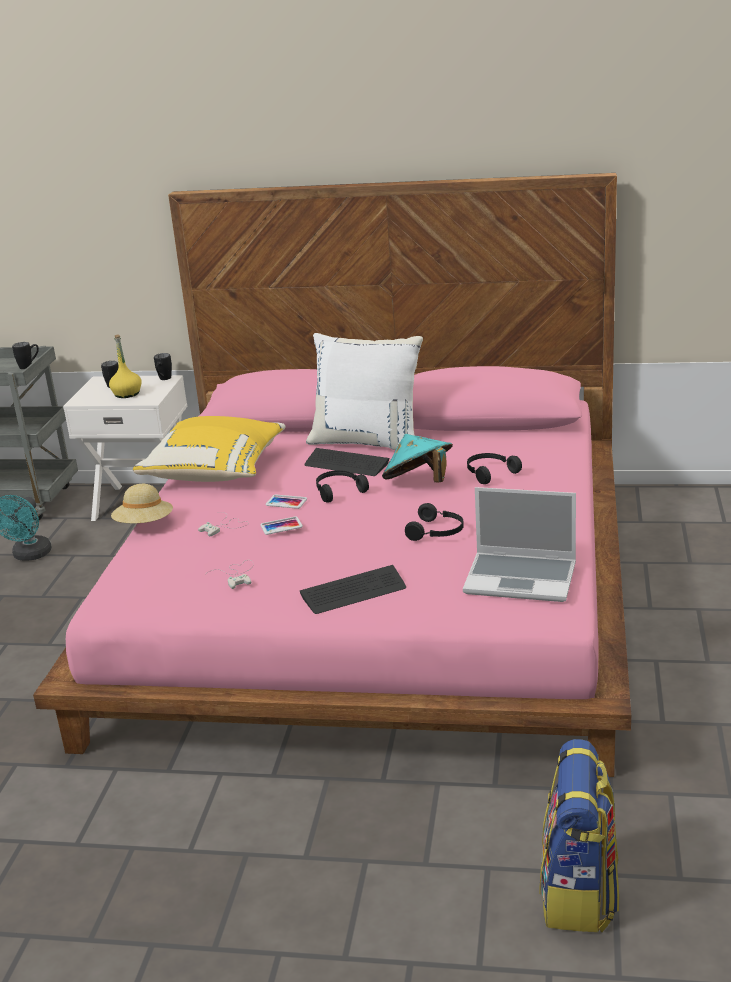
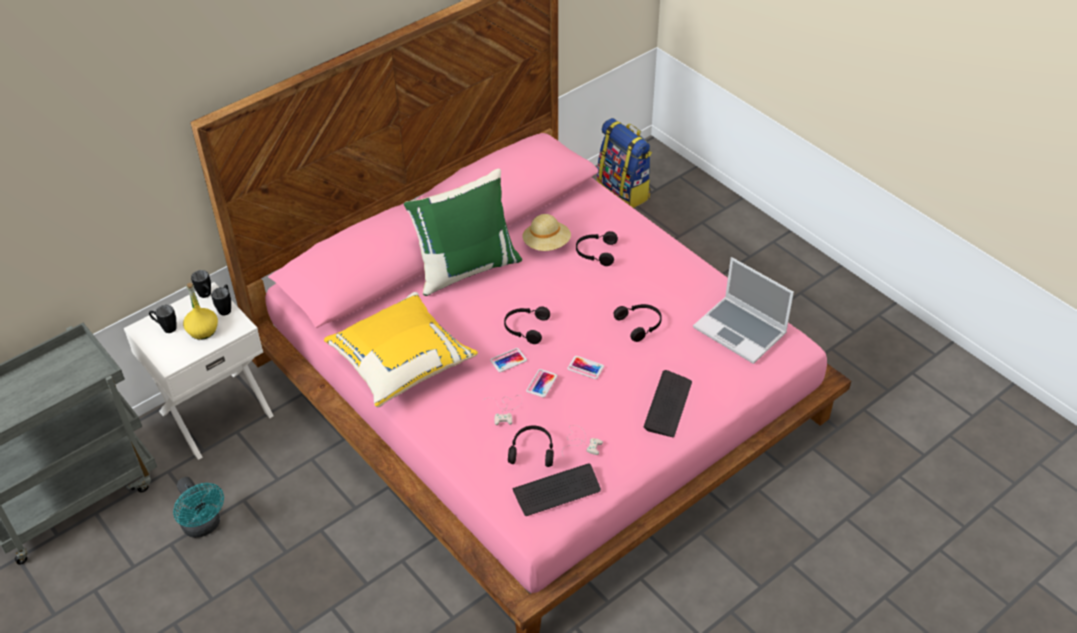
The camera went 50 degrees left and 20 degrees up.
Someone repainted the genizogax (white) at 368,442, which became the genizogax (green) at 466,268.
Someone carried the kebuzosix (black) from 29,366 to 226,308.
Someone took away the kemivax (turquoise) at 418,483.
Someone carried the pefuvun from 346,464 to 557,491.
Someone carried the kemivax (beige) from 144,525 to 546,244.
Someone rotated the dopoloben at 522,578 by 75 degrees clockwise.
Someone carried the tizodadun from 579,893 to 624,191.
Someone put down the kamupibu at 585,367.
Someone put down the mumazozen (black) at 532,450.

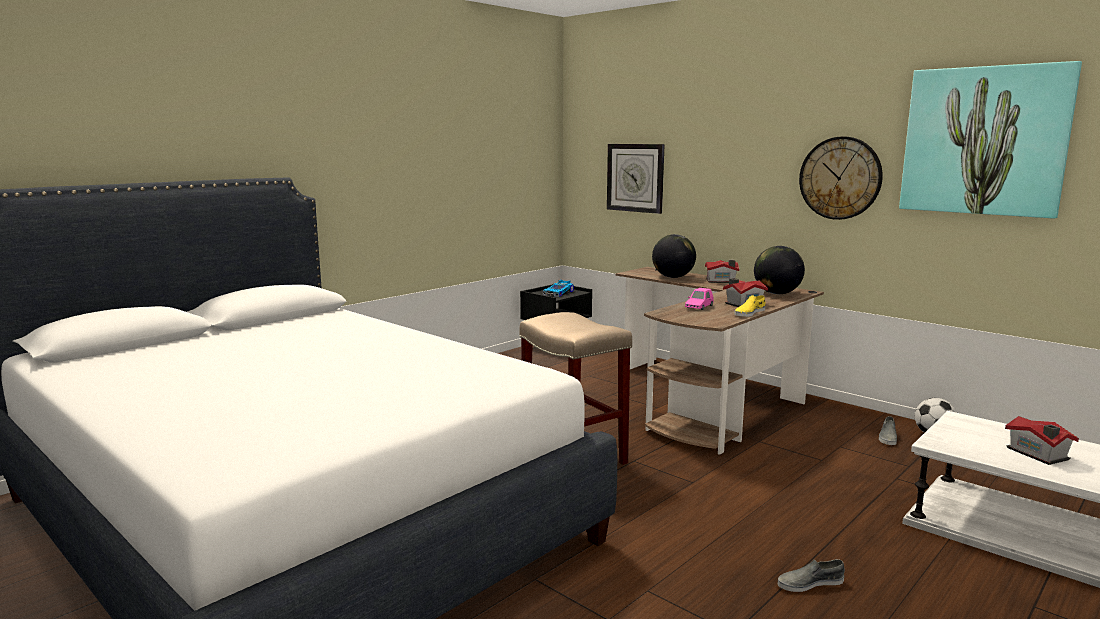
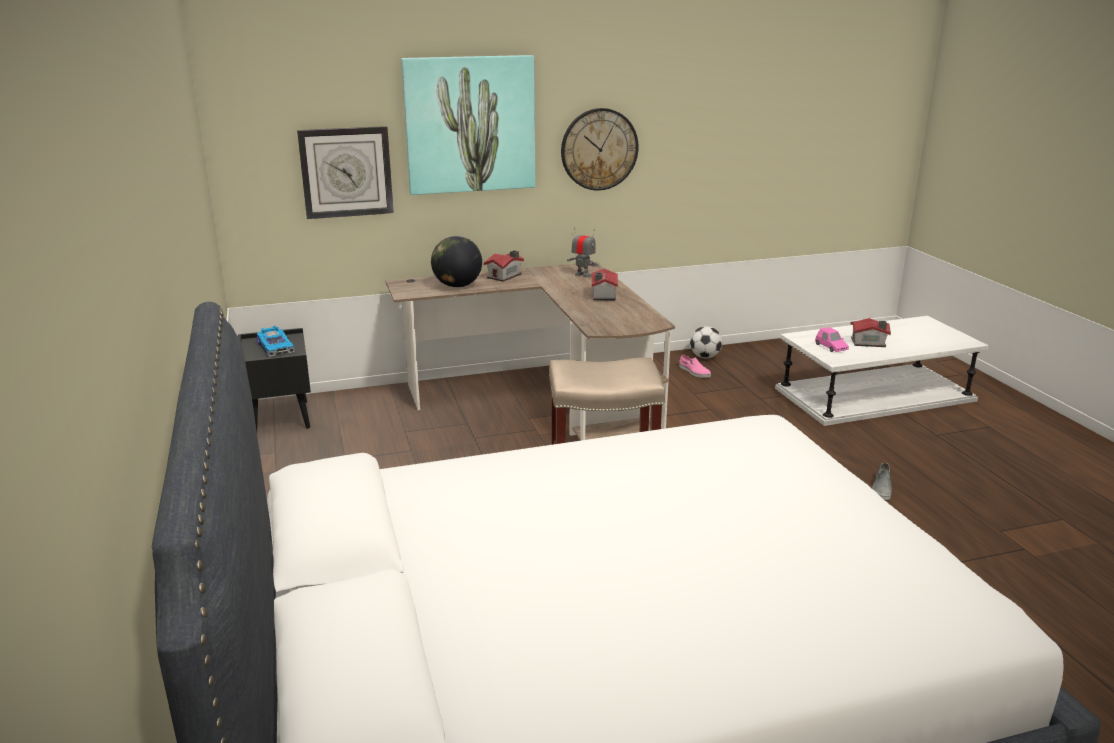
The camera went 60 degrees left and 10 degrees up.
Someone carried the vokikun from 984,141 to 470,124.
Someone swapped the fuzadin at 777,293 for the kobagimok at 583,275.
Someone carried the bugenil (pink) from 699,307 to 831,347.
Someone took away the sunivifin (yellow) at 749,313.
Someone repainted the sunivifin (grey) at 887,437, which became the sunivifin (pink) at 694,372.

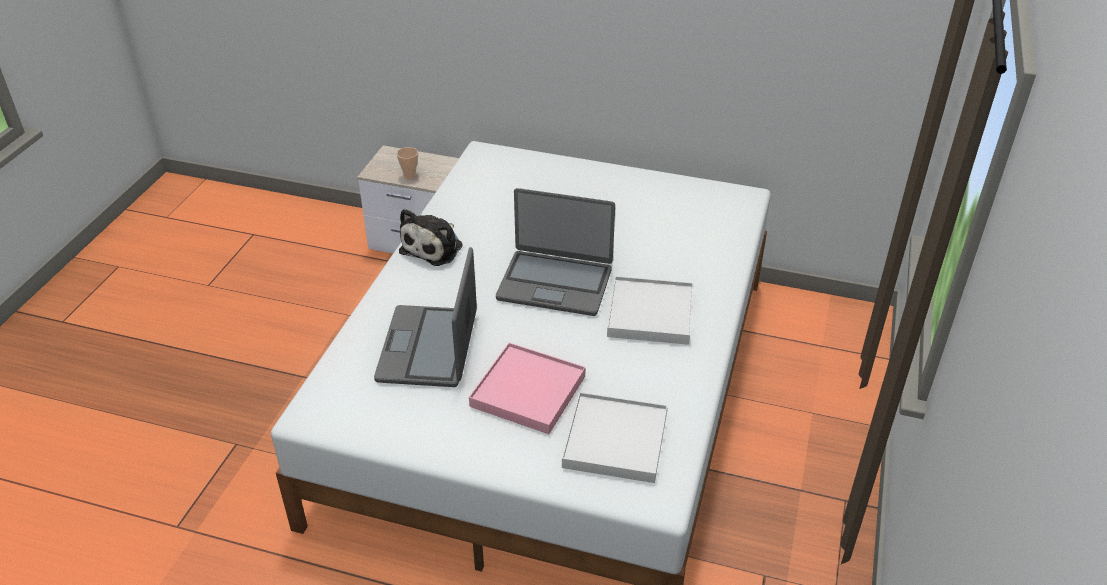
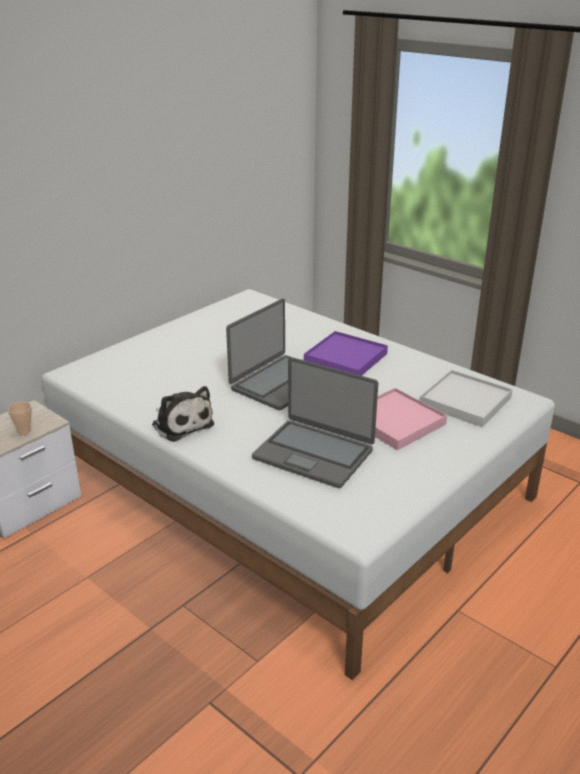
The camera went 65 degrees left and 10 degrees down.
Someone repainted the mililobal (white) at 650,314, which became the mililobal (purple) at 345,358.

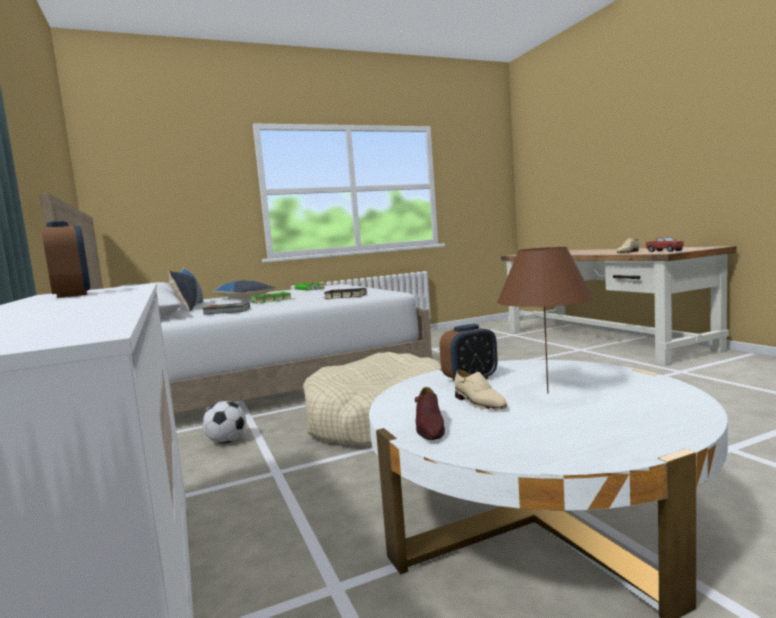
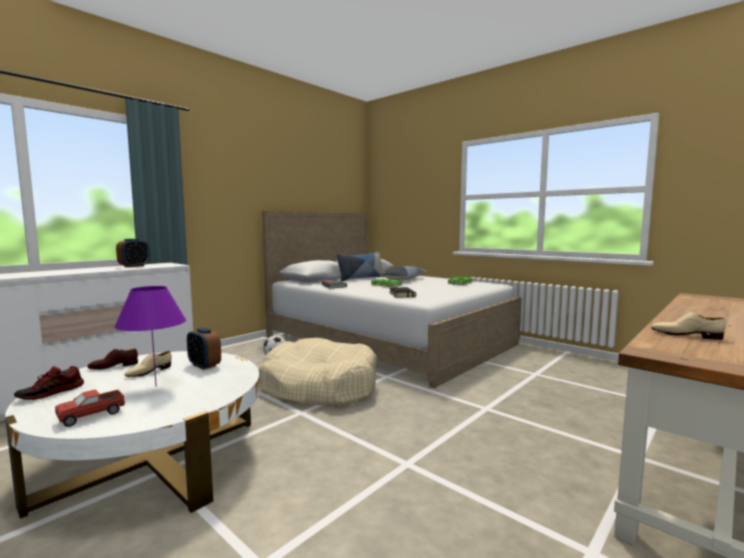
The camera went 65 degrees right and 0 degrees up.
Someone carried the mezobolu from 664,251 to 92,416.
Someone repainted the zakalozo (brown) at 548,393, which became the zakalozo (purple) at 156,386.
Someone put down the sunivifin at 51,393.

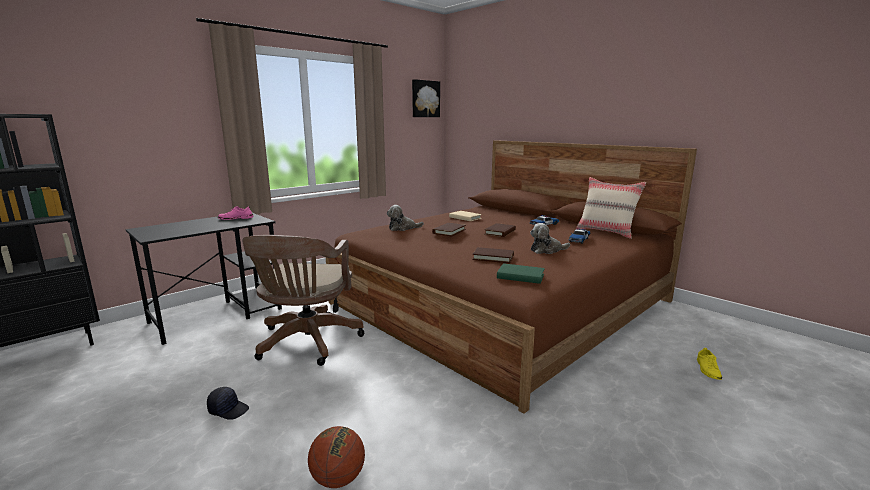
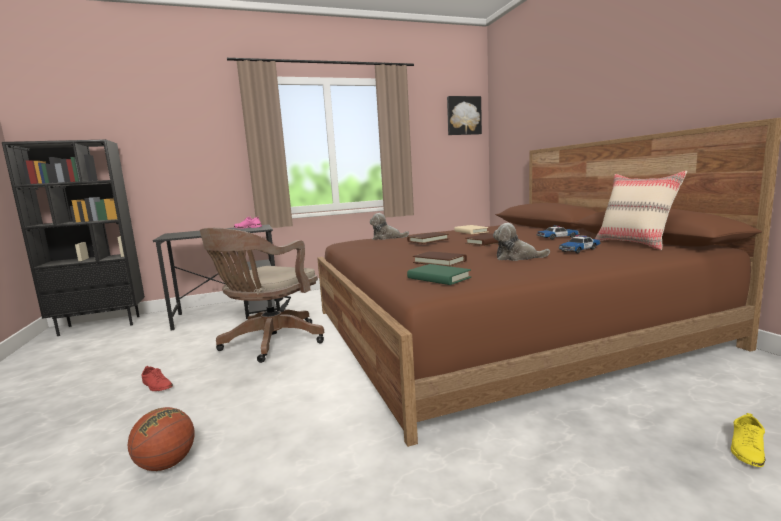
The camera went 25 degrees right and 5 degrees down.
Someone swapped the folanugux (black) at 229,409 for the sunivifin (red) at 157,385.

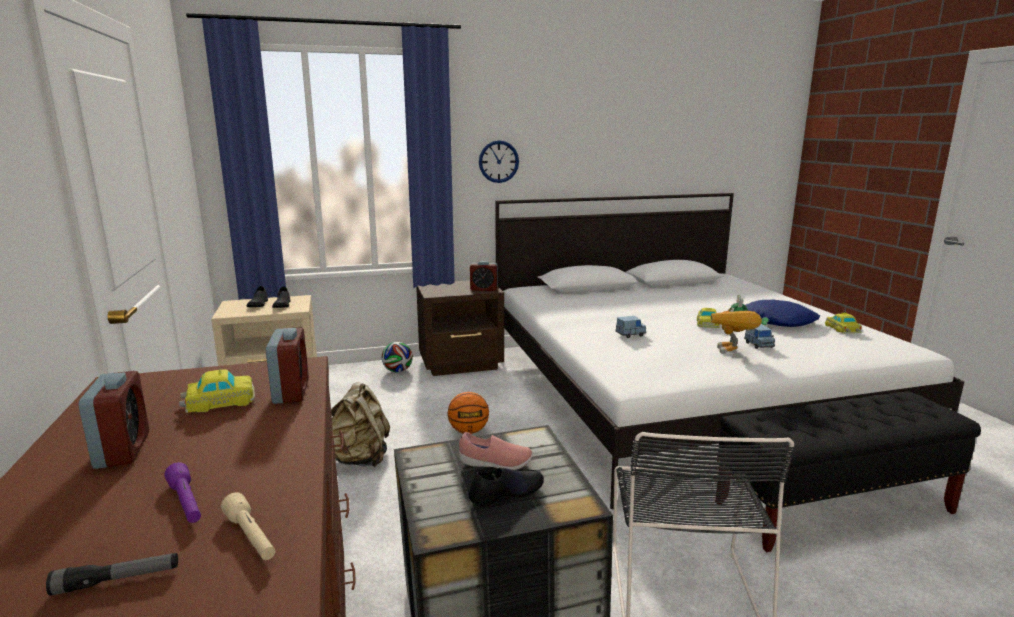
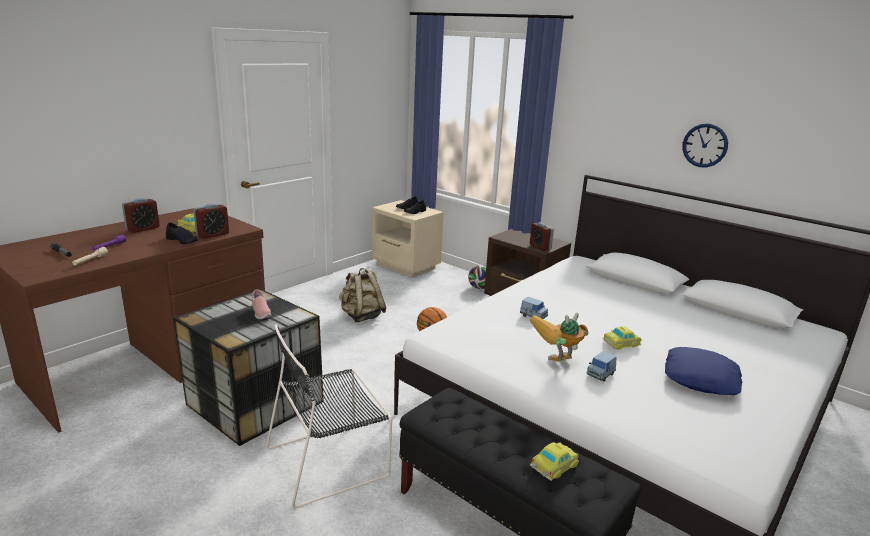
The camera went 55 degrees right and 5 degrees up.
Someone carried the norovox from 498,161 to 705,145.
Someone carried the bugenil from 842,329 to 553,466.
Someone carried the sunivifin (black) from 506,493 to 182,240.

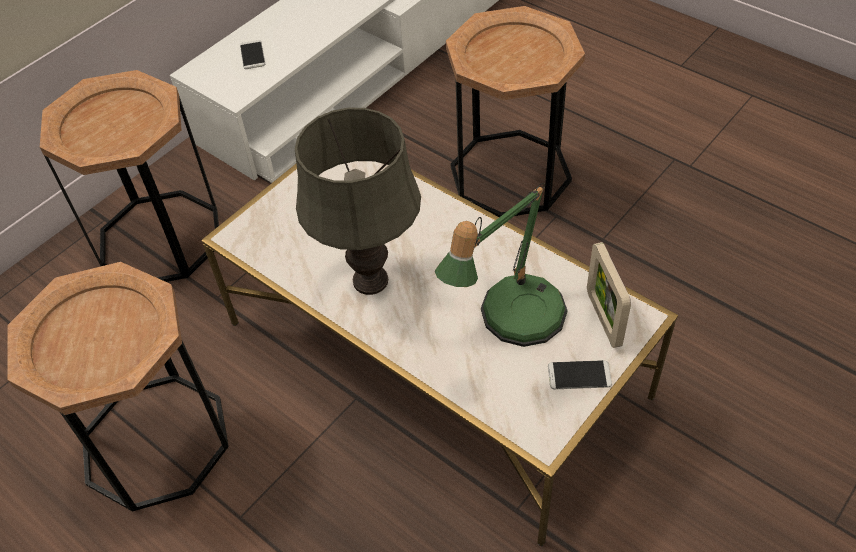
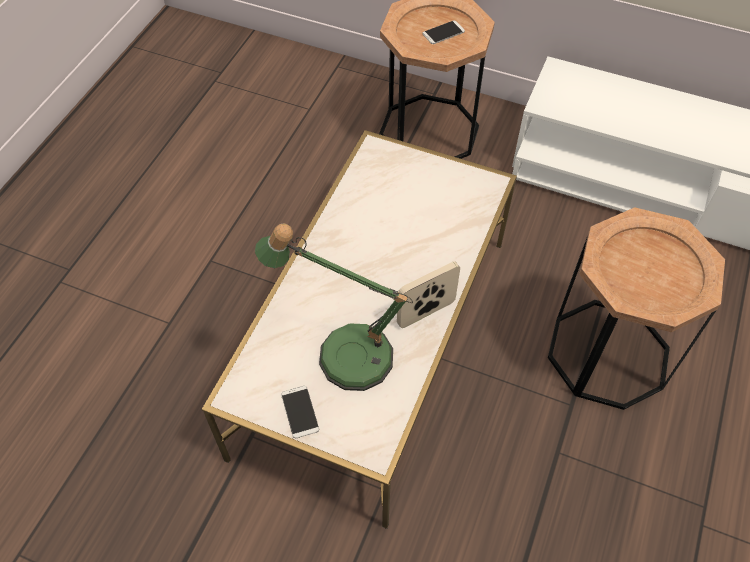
The camera went 70 degrees right and 5 degrees up.
Someone carried the kamupibu from 252,55 to 443,33.
Someone took away the zakalozo (grey) at 369,280.
Someone carried the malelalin from 603,319 to 426,313.
Someone took away the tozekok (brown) at 155,441.

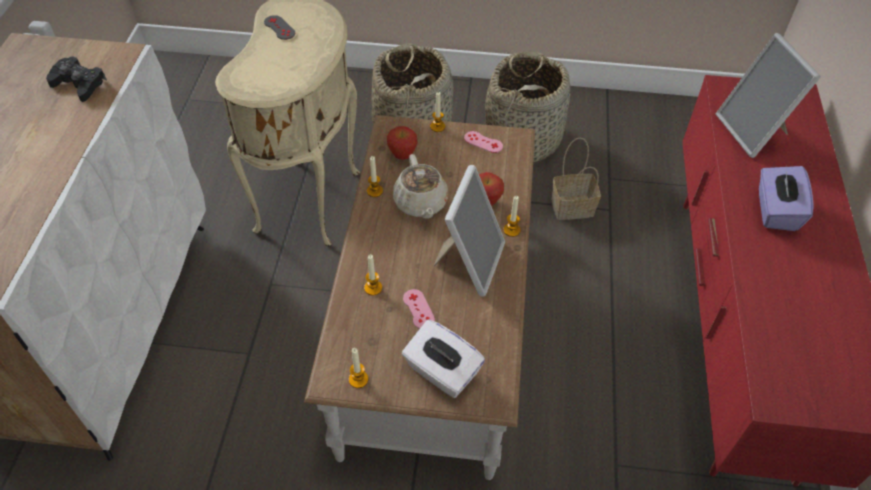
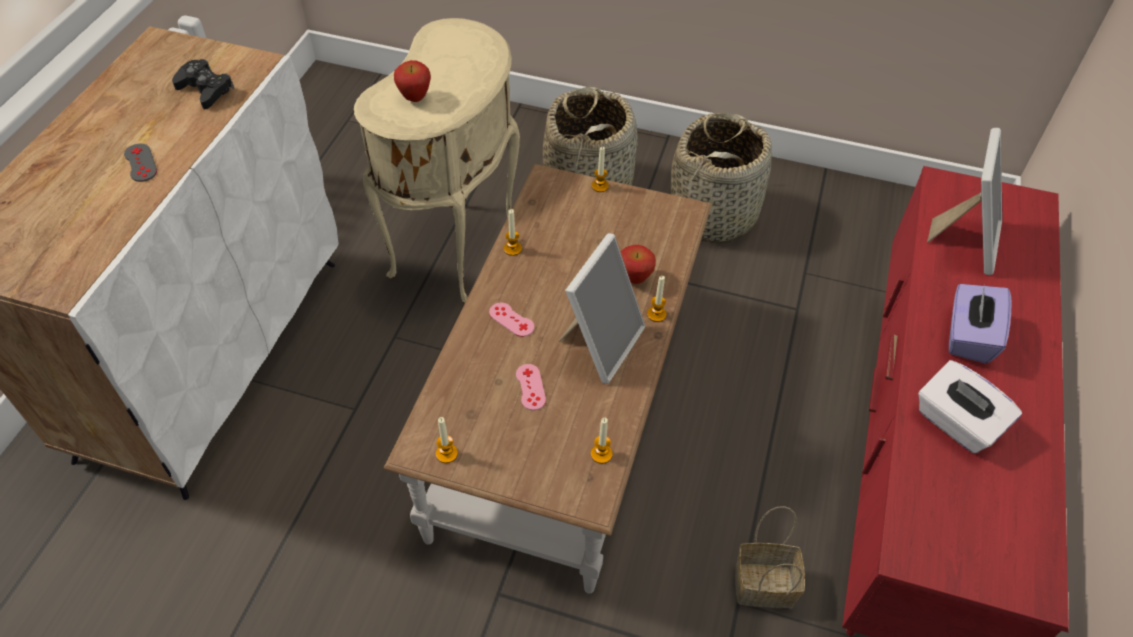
The camera went 10 degrees right and 0 degrees up.
Someone carried the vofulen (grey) from 279,28 to 140,163.
Someone rotated the malelalin at 753,131 by 150 degrees counterclockwise.
Someone carried the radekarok from 402,156 to 415,98.
Someone carried the vofulen (pink) from 483,142 to 511,320.
Someone carried the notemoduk from 573,206 to 765,584.
Someone took away the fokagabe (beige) at 420,203.
Someone carried the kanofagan from 373,288 to 601,454.
Someone carried the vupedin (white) from 442,372 to 956,423.

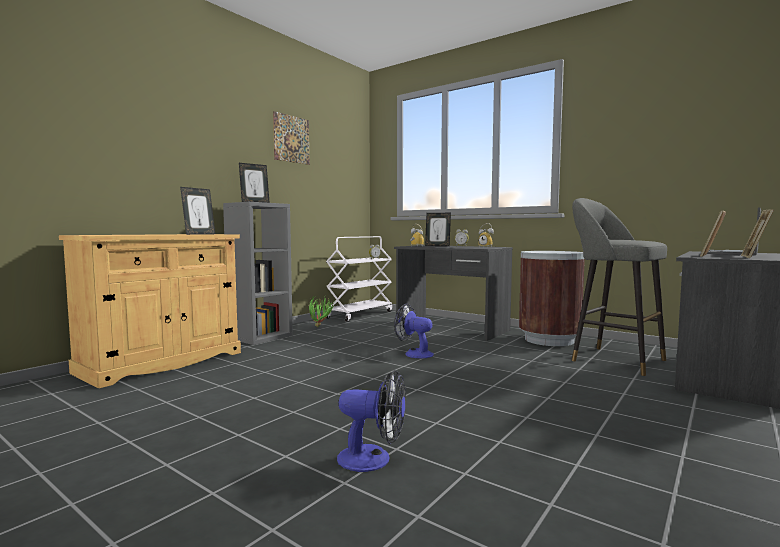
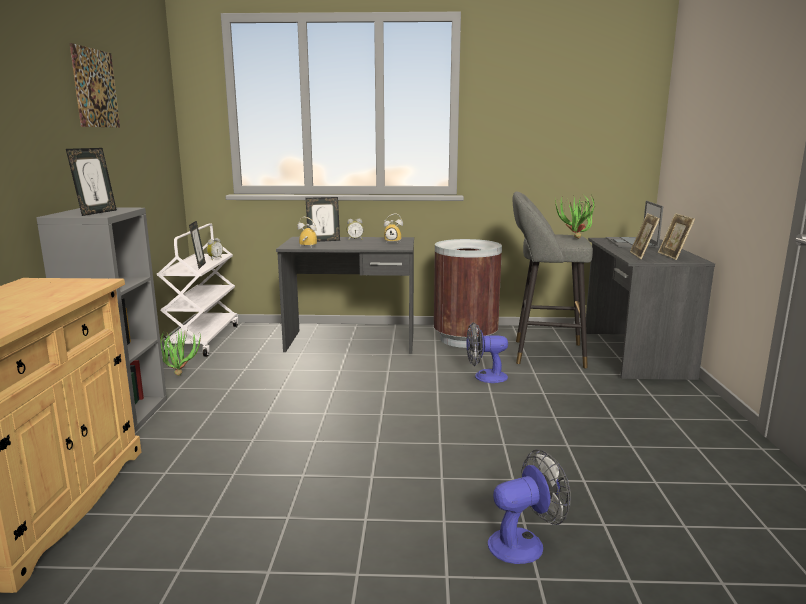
The camera went 35 degrees left and 10 degrees up.
Someone carried the malelalin from 199,234 to 199,266.
Someone carried the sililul from 414,353 to 484,377.
Someone put down the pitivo at 575,239.

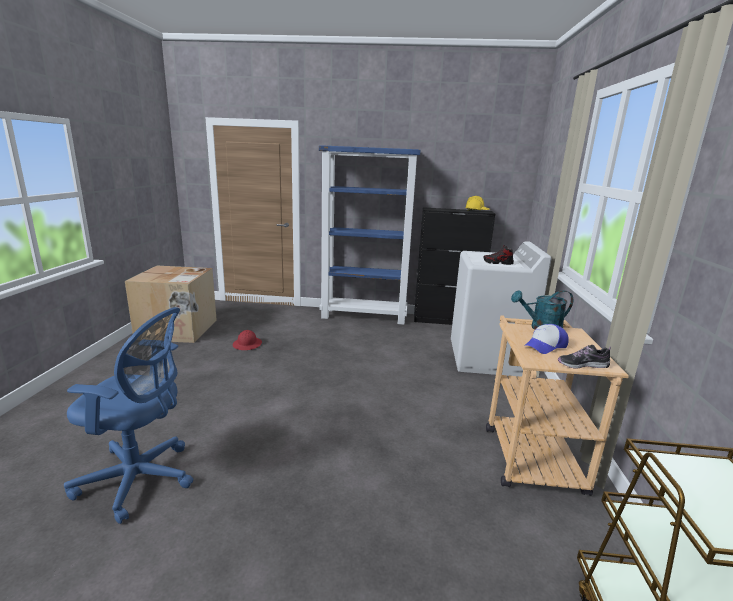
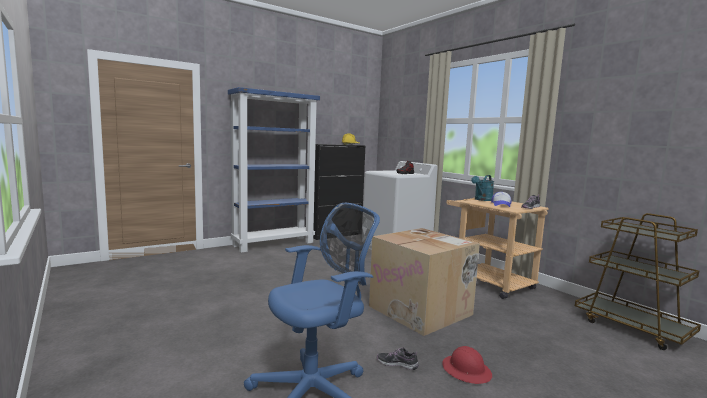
The camera went 40 degrees left and 10 degrees down.
Someone carried the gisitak from 178,329 to 422,310.
Someone carried the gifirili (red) from 247,344 to 466,370.
Someone put down the sunivifin at 397,364.

